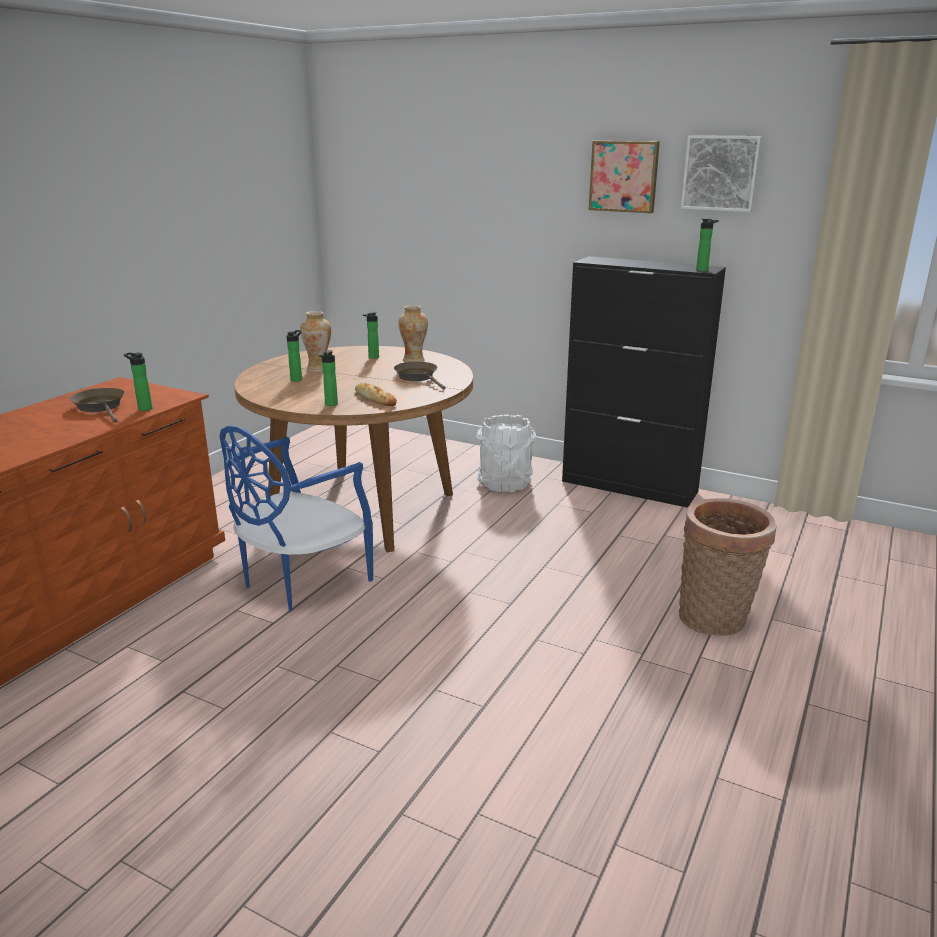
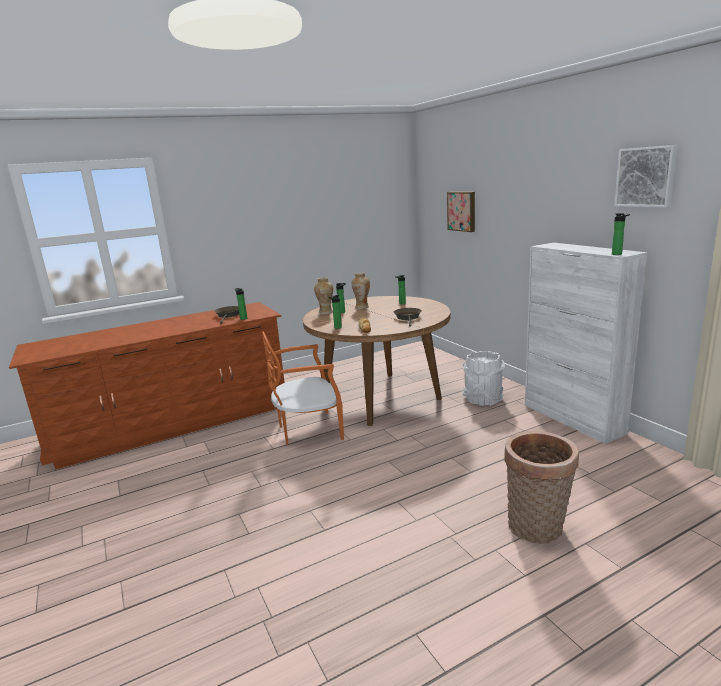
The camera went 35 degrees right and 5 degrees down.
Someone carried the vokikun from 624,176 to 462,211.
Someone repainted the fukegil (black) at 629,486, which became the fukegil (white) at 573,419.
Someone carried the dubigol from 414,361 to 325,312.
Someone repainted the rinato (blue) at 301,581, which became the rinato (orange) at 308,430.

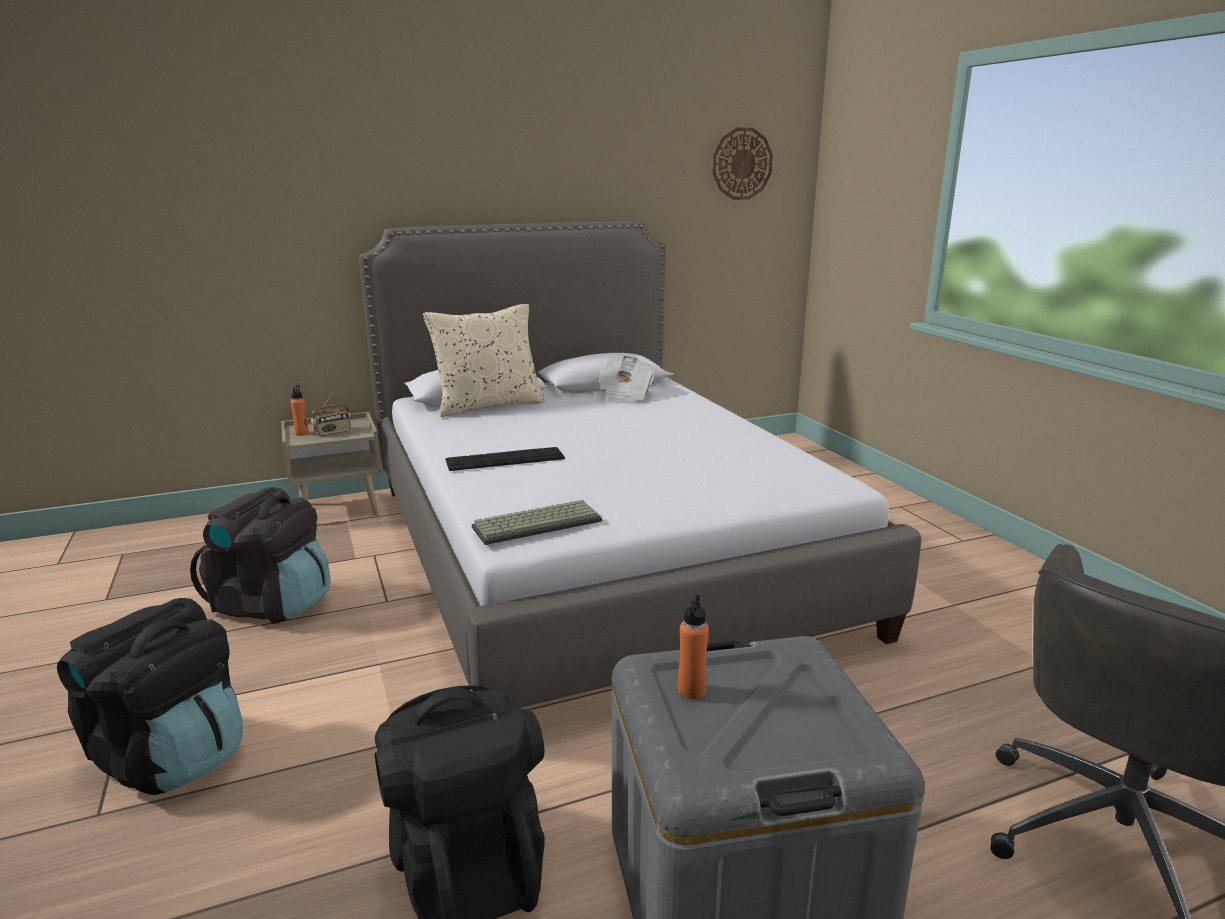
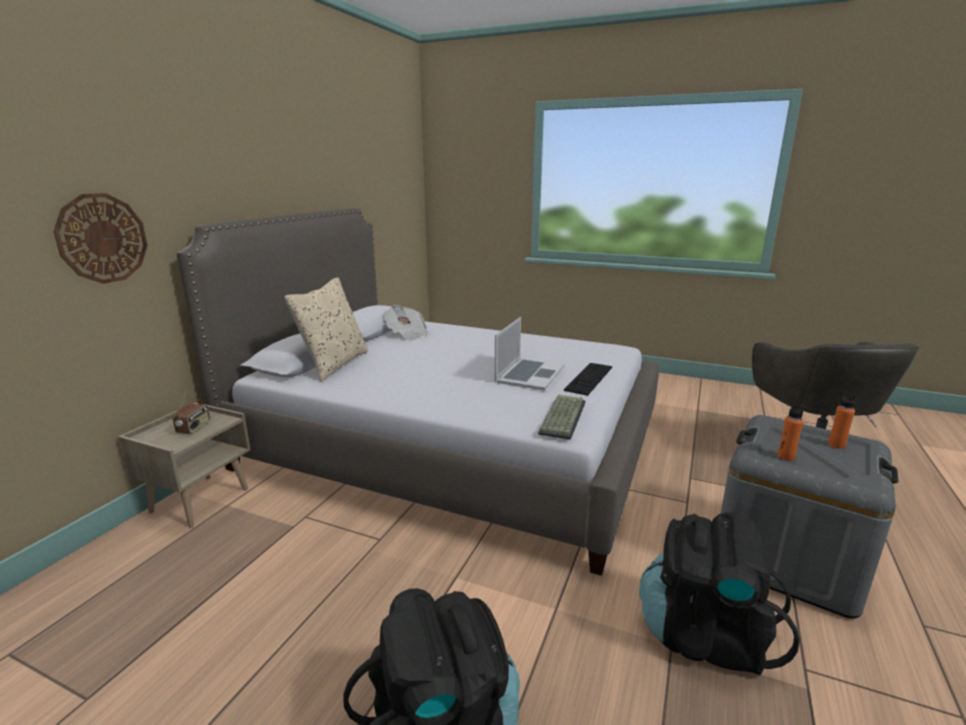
The camera went 45 degrees left and 0 degrees up.
Someone carried the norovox from 742,164 to 102,238.
Someone carried the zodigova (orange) from 302,433 to 836,444.
Someone carried the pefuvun from 505,459 to 589,378.
Someone took away the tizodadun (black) at 272,604.
Someone put down the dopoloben at 529,374.

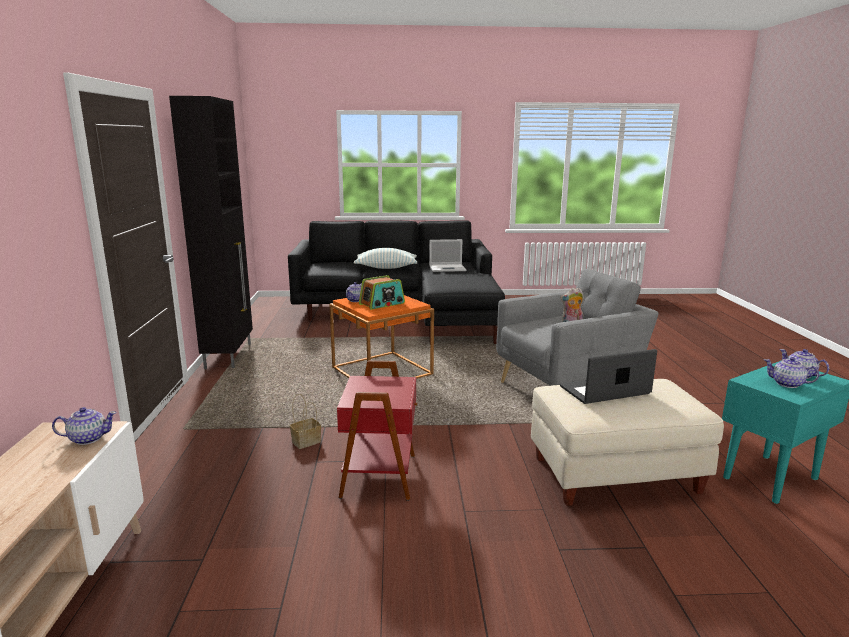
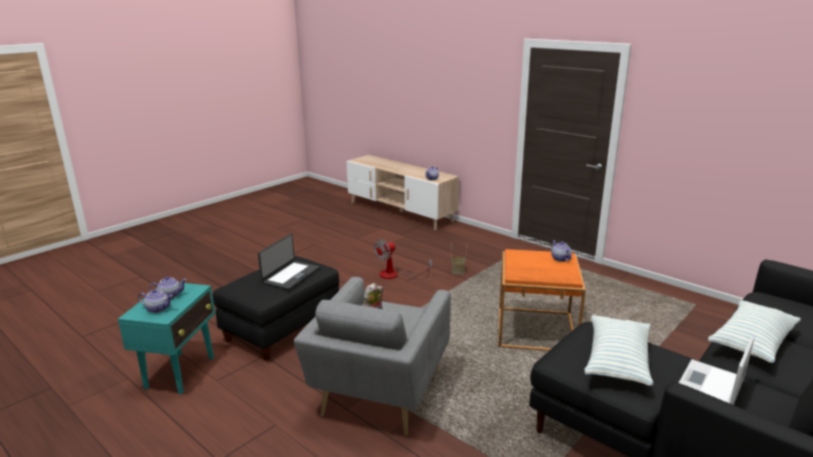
The camera went 135 degrees right and 5 degrees up.
Someone took away the fukegil (black) at 229,355.
Someone took away the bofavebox at 382,304.
Someone swapped the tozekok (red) at 381,475 for the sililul at 395,275.
Someone repainted the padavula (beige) at 615,475, which became the padavula (black) at 281,328.
Someone put down the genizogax at 617,361.

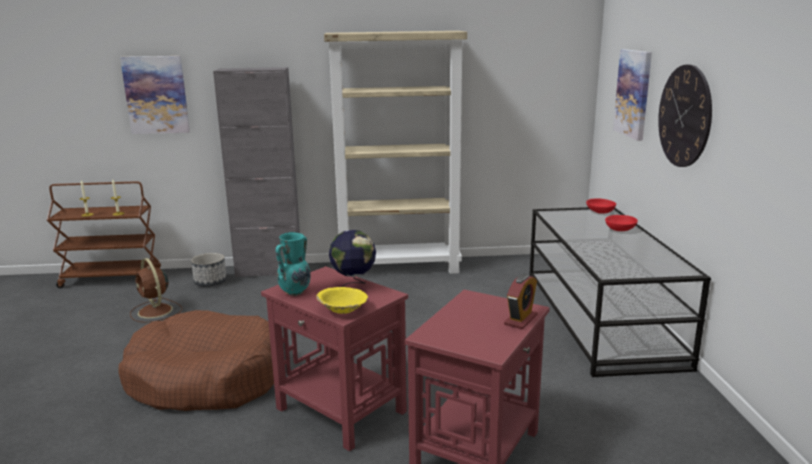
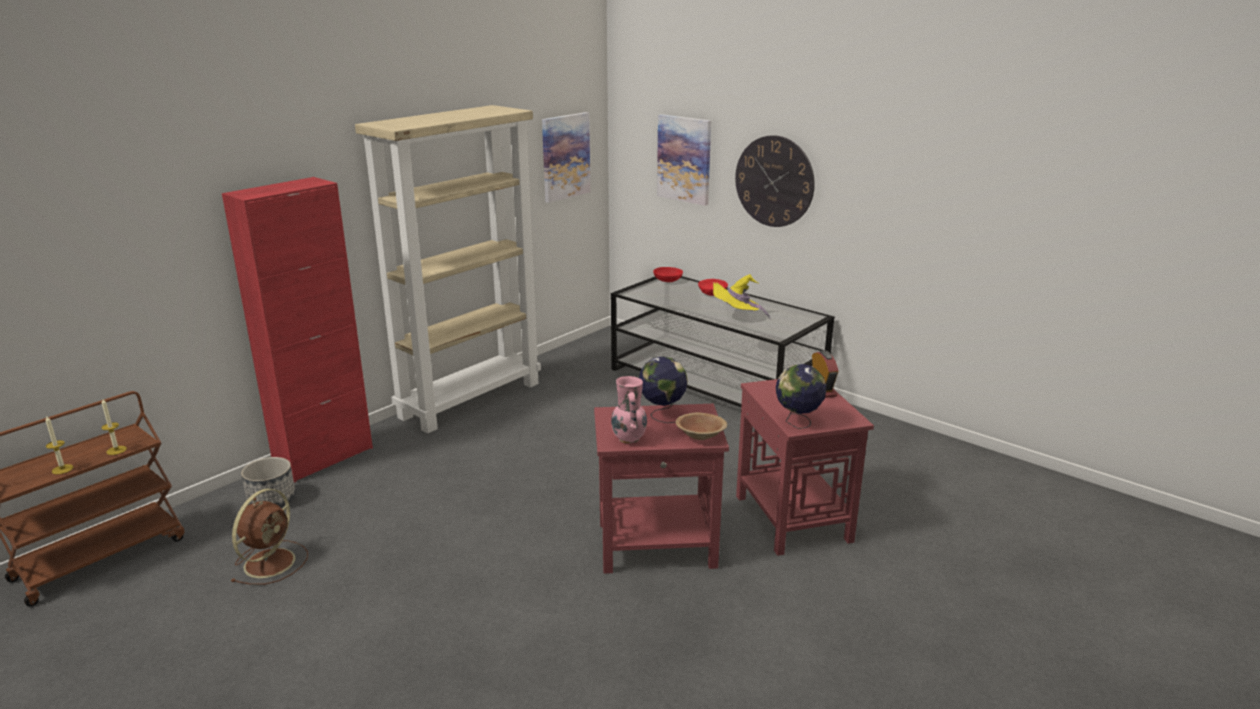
The camera went 45 degrees left and 5 degrees up.
Someone carried the vokikun from 156,95 to 565,156.
Someone repainted the fukegil (grey) at 269,271, which became the fukegil (red) at 324,458.
Someone repainted the dubigol (turquoise) at 295,292, which became the dubigol (pink) at 629,439.
Someone rotated the sililul (brown) at 155,311 by 75 degrees counterclockwise.
Someone repainted the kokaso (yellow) at 343,310, which became the kokaso (brown) at 700,436.
Someone took away the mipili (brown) at 205,378.
Someone put down the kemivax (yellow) at 736,316.
Someone put down the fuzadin at 797,423.

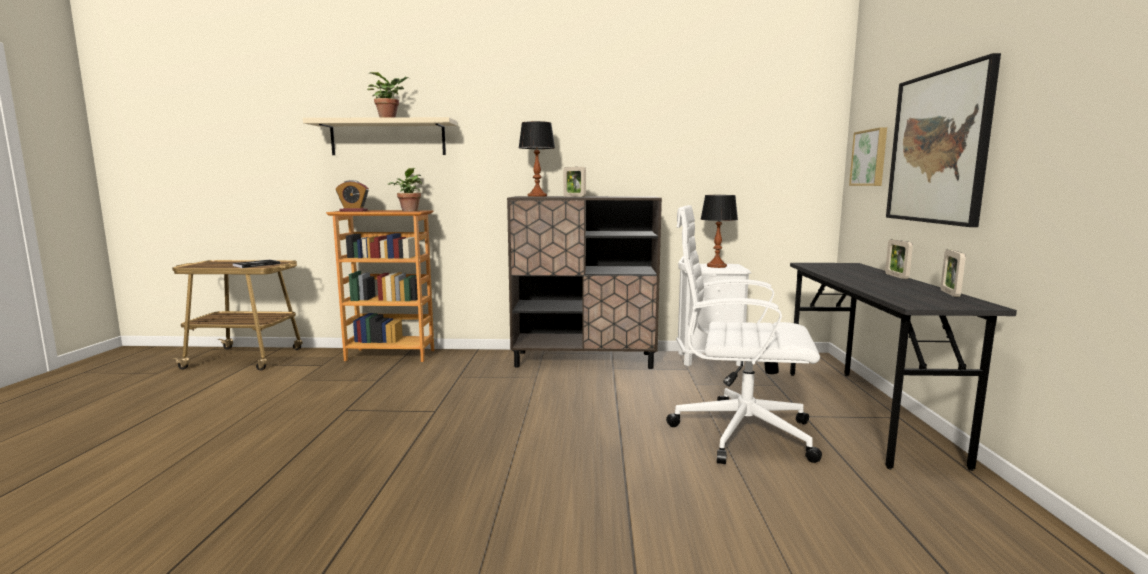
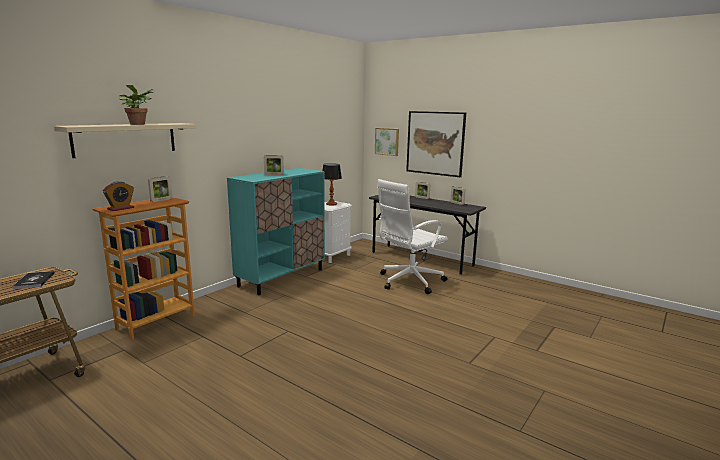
The camera went 55 degrees left and 5 degrees up.
Someone took away the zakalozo at 537,196.
Someone swapped the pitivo at 409,210 for the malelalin at 161,200.
Someone repainted the fukegil (brown) at 584,360, which became the fukegil (turquoise) at 282,277.

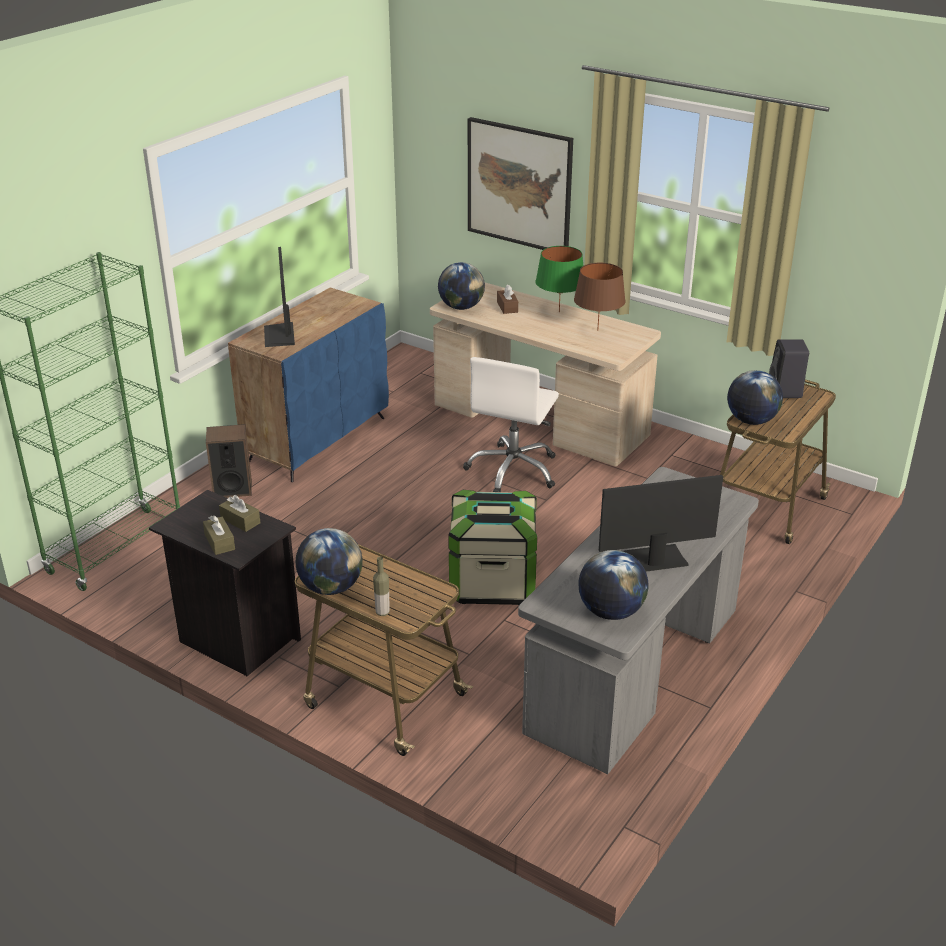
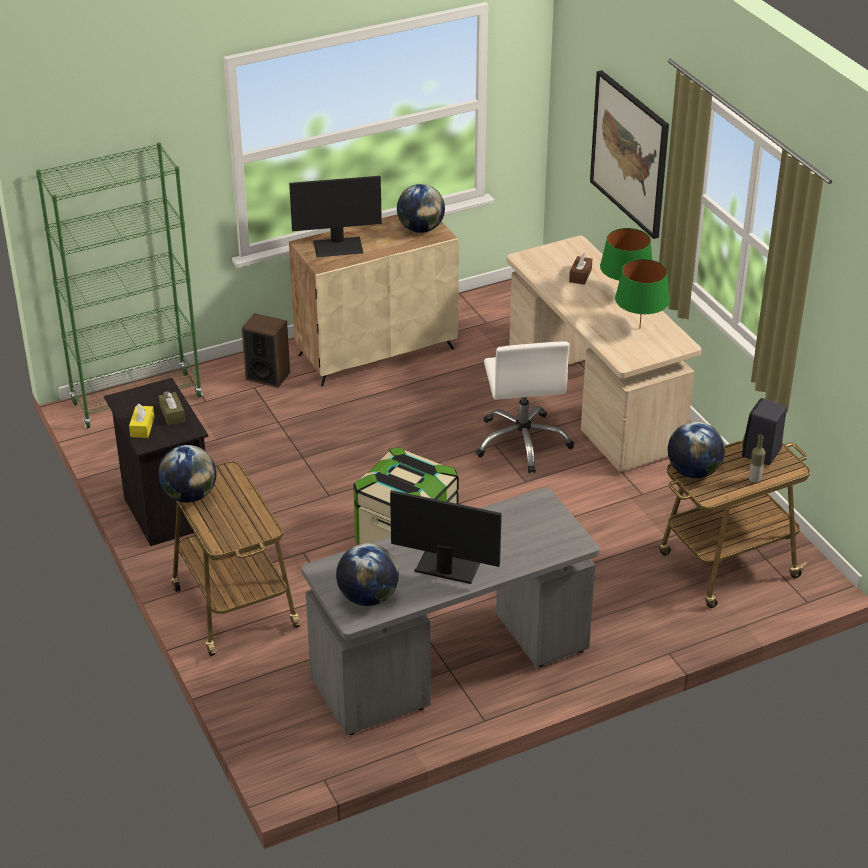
The camera went 30 degrees right and 5 degrees up.
Someone rotated the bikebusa at 280,335 by 120 degrees counterclockwise.
Someone carried the fuzadin from 461,307 to 421,229.
Someone repainted the zakalozo (brown) at 597,330, which became the zakalozo (green) at 639,328.
Someone repainted the fukegil (blue) at 317,439, which became the fukegil (beige) at 377,351.
Someone rotated the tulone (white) at 513,470 by 60 degrees counterclockwise.
Someone repainted the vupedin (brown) at 219,542, which became the vupedin (yellow) at 142,427.
Someone carried the zodigova from 382,612 to 754,480.

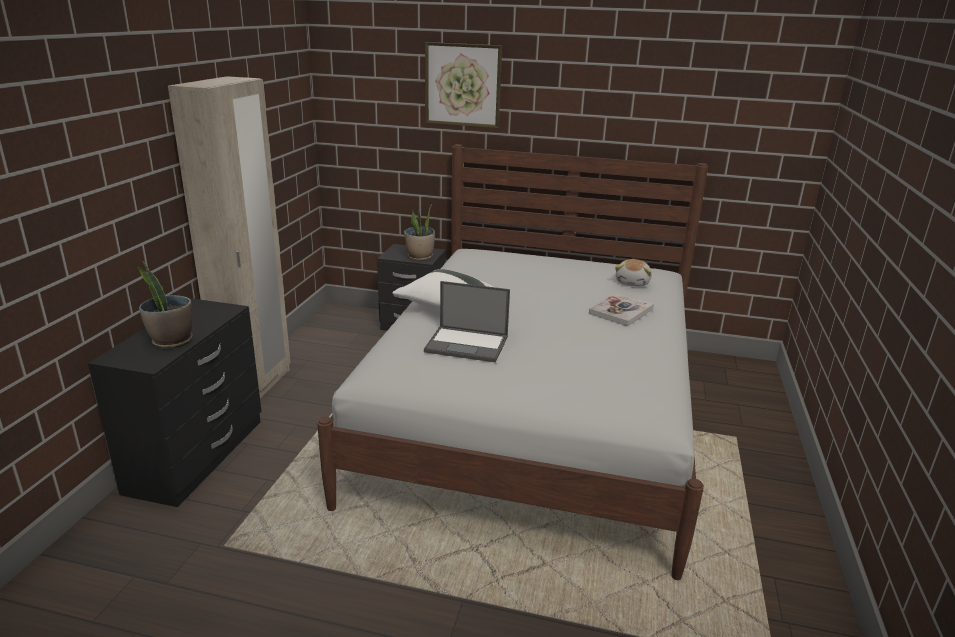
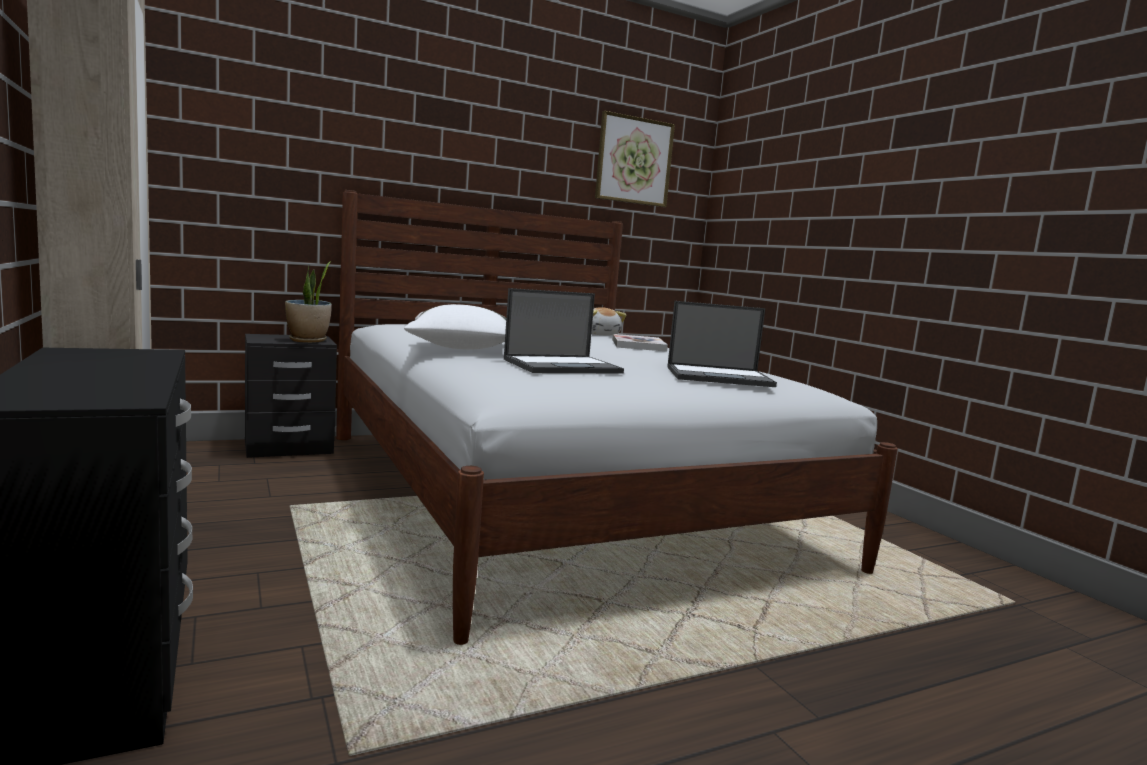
The camera went 40 degrees left and 15 degrees down.
Someone carried the vokikun from 463,85 to 634,161.
Someone took away the pitivo at 171,341.
Someone put down the dopoloben at 720,377.

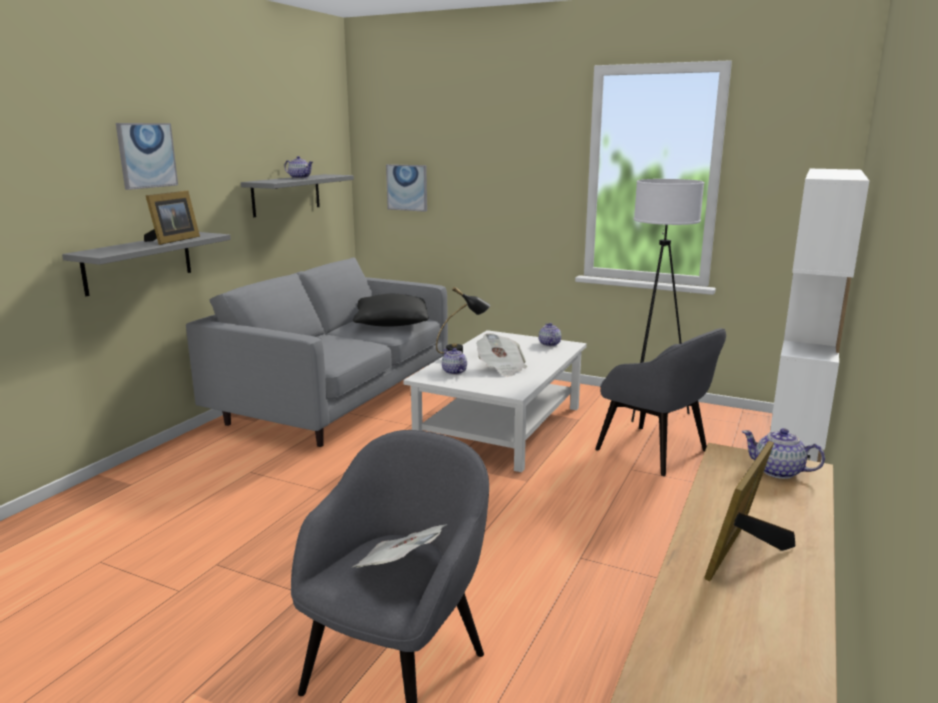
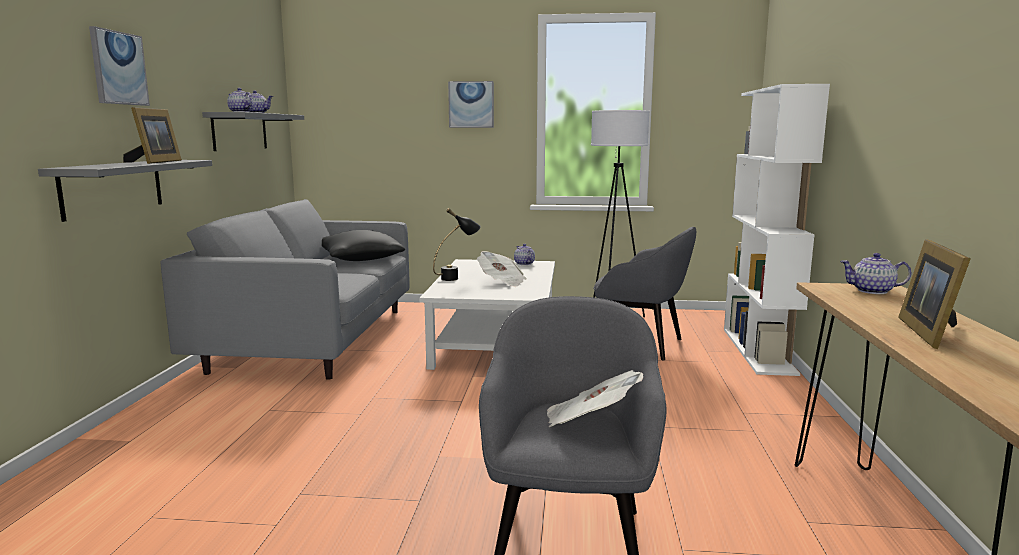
The camera went 20 degrees left and 5 degrees down.
Someone carried the vokikun from 407,187 to 471,104.
Someone carried the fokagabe from 454,372 to 241,112.

